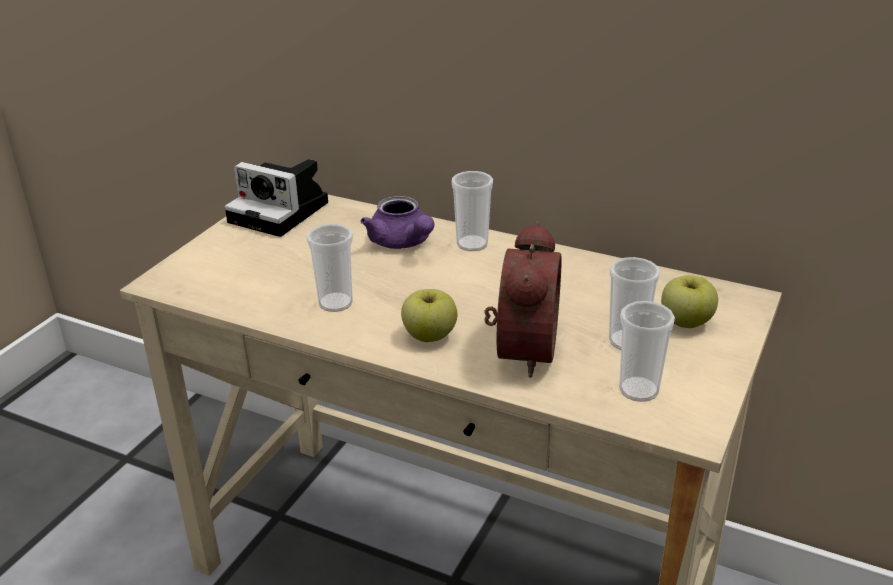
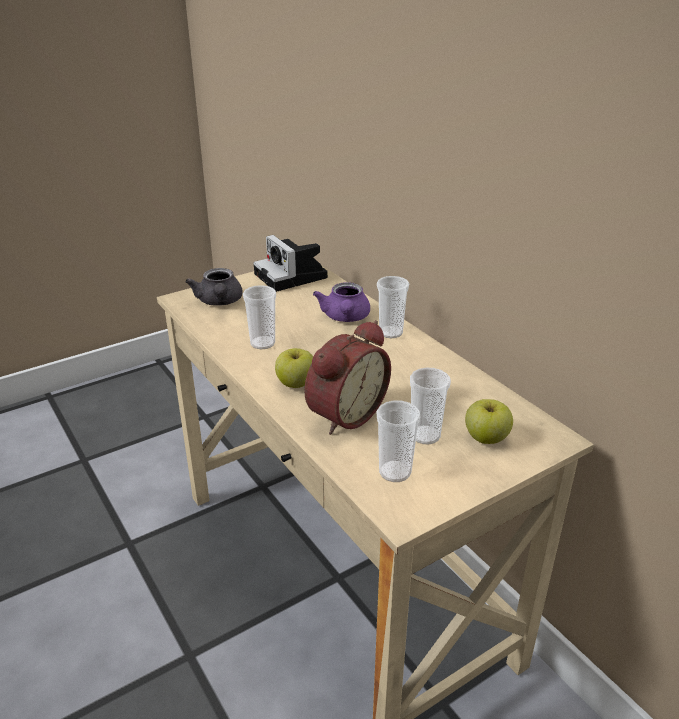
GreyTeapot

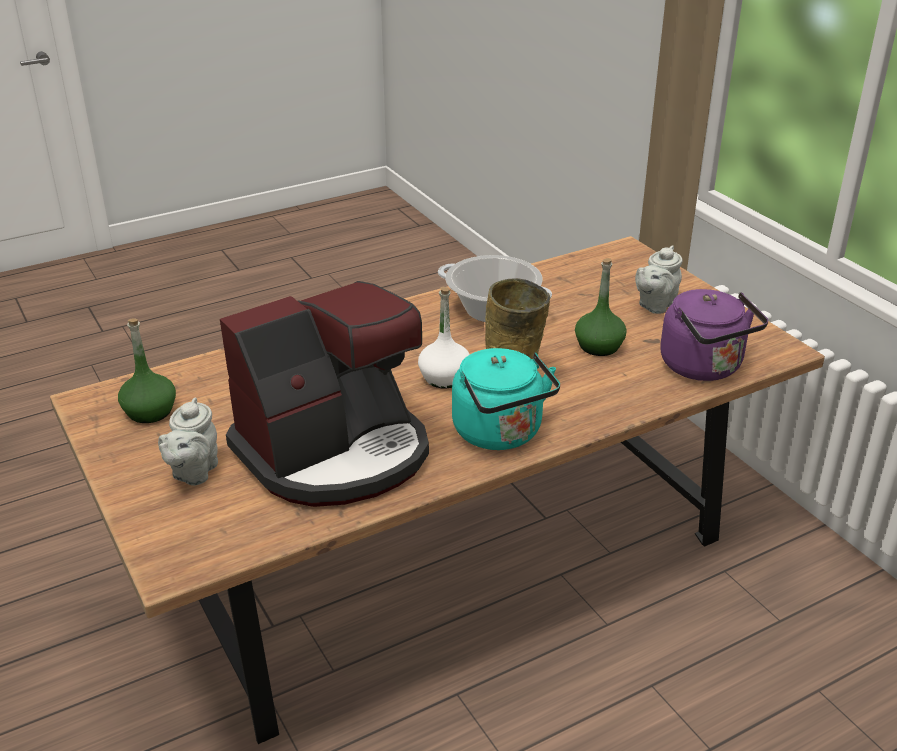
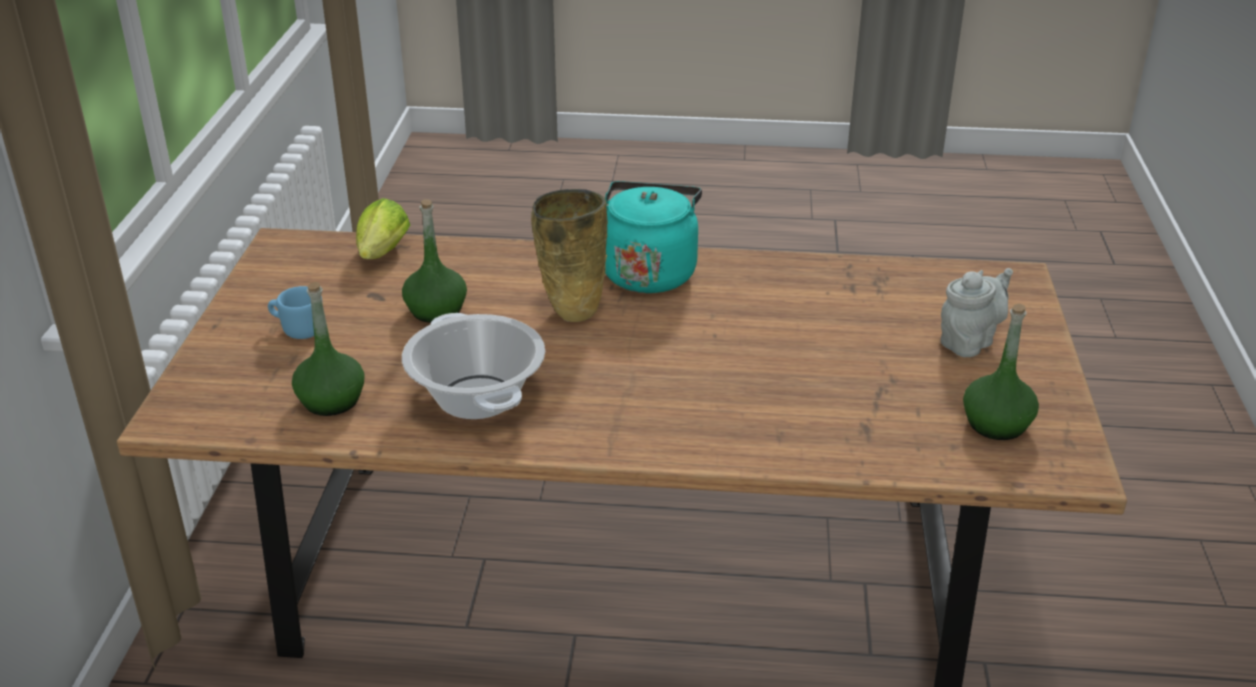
CoffeeMachine
WhiteBottle
GreenBottle (1st from left)
BlueMug
Lettuce

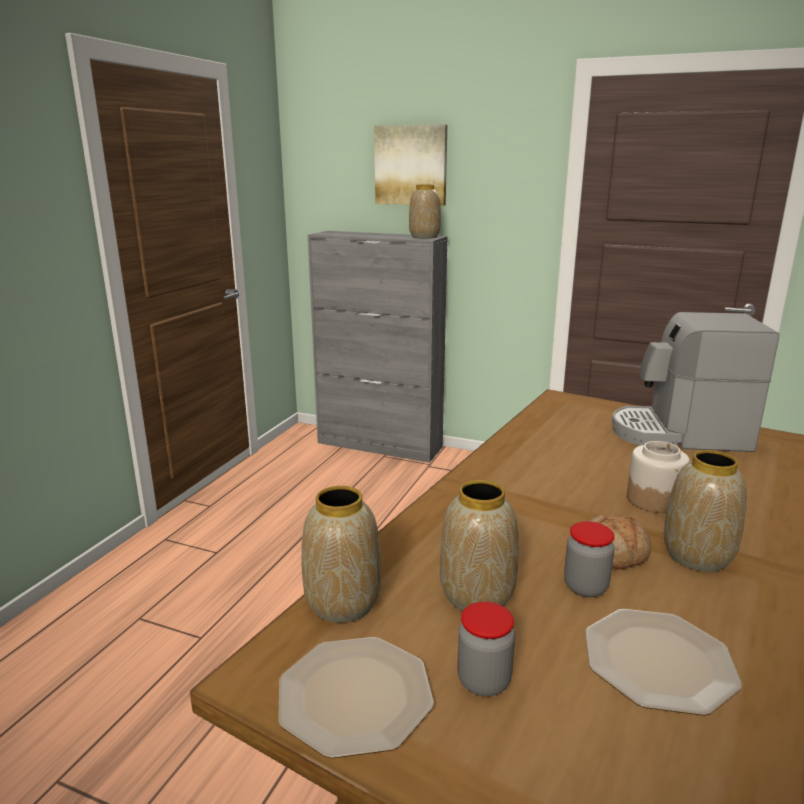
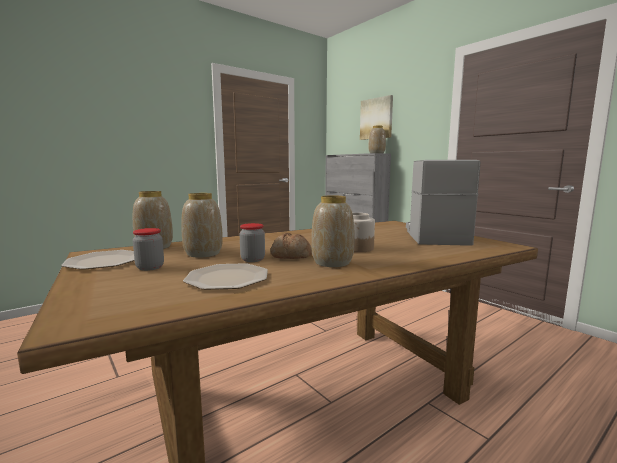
CoffeeMachine

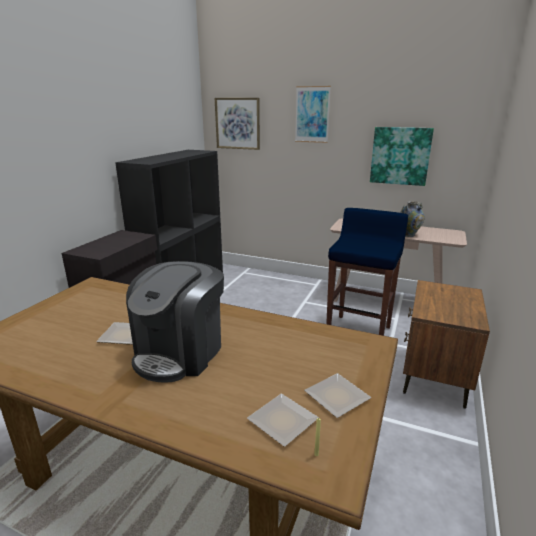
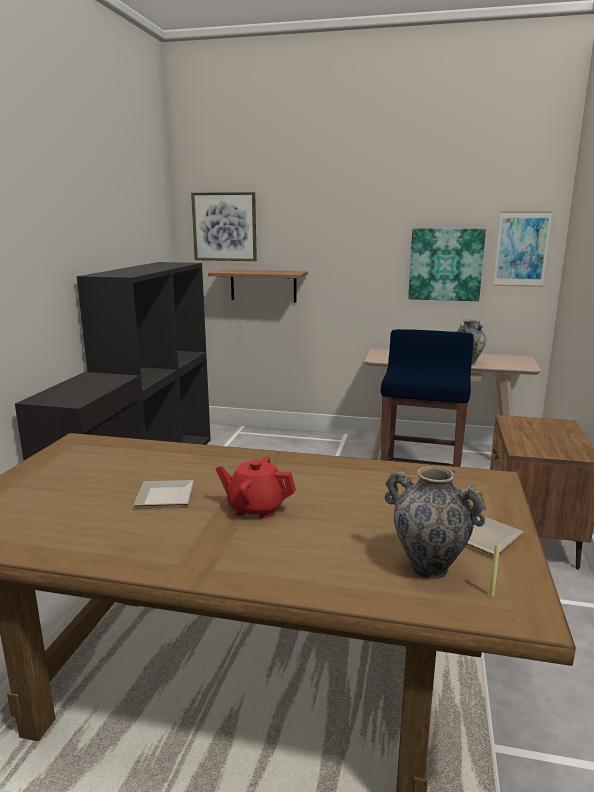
Shelf
Picture (3rd from left)
RedTeapot
Vase (1st from left)

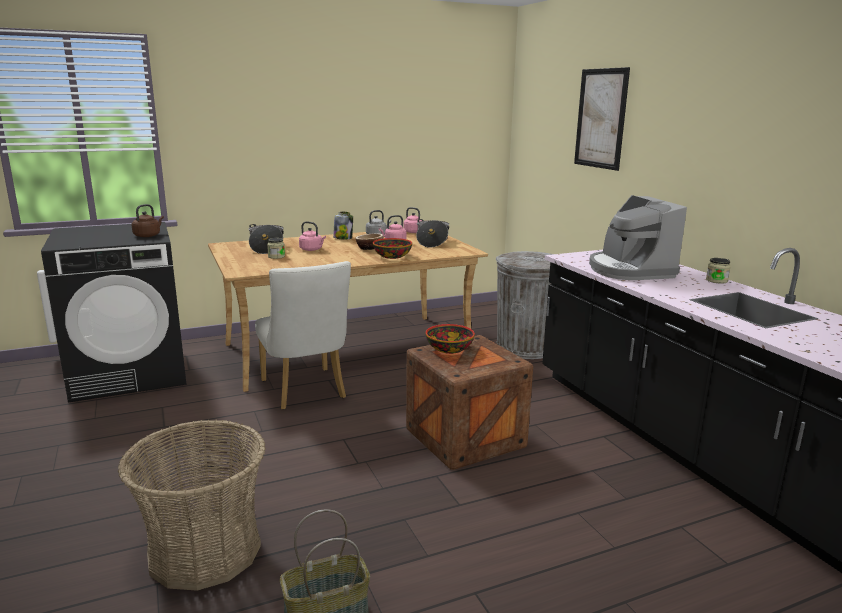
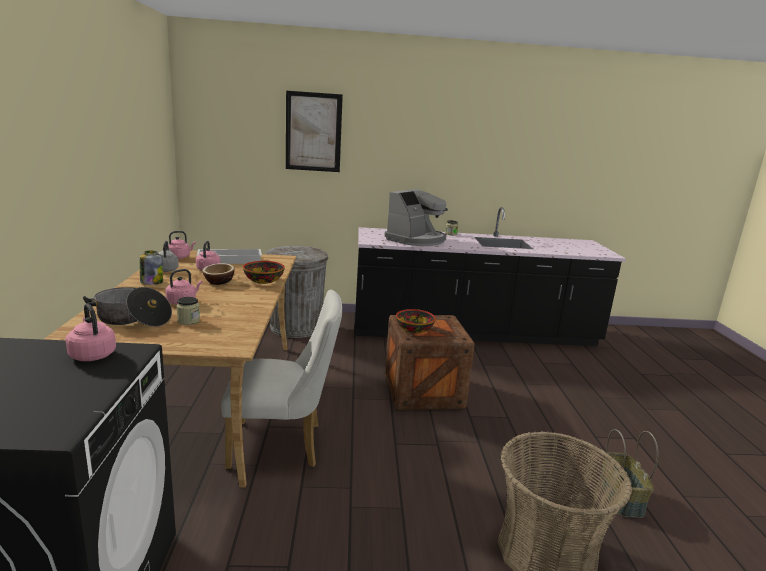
WhiteTray
PinkKettle (1st from left)
CoffeeMachine

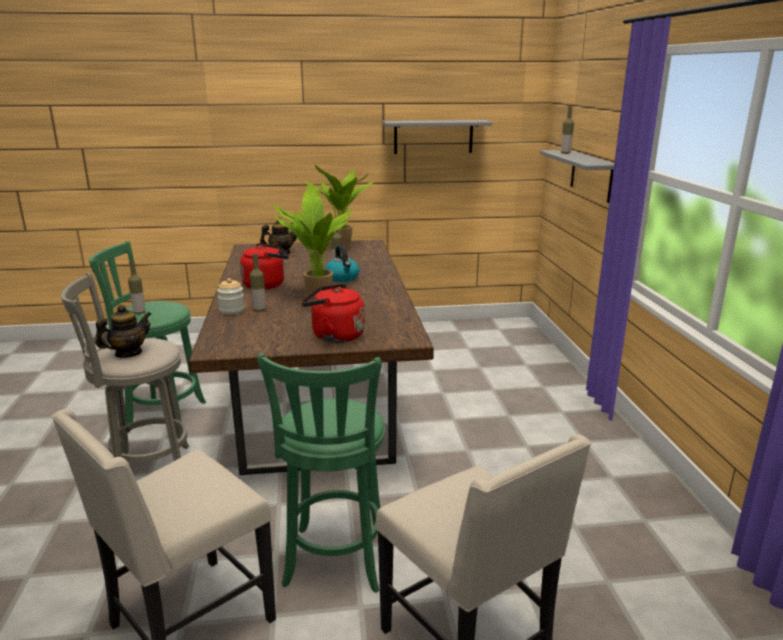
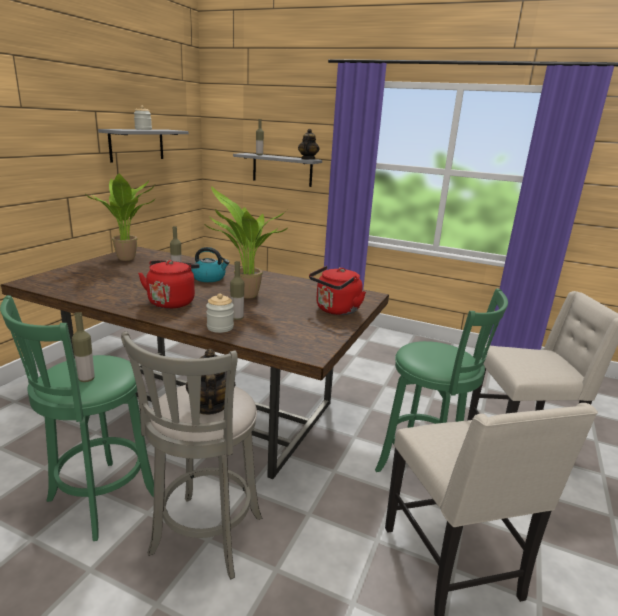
Jar (1st from left)
Teapot (2nd from left)

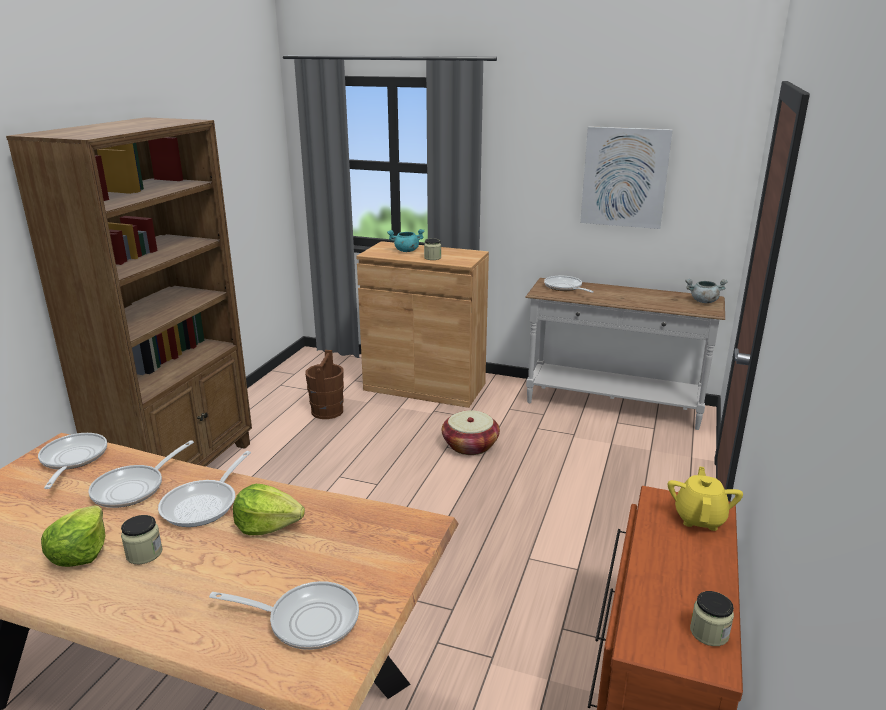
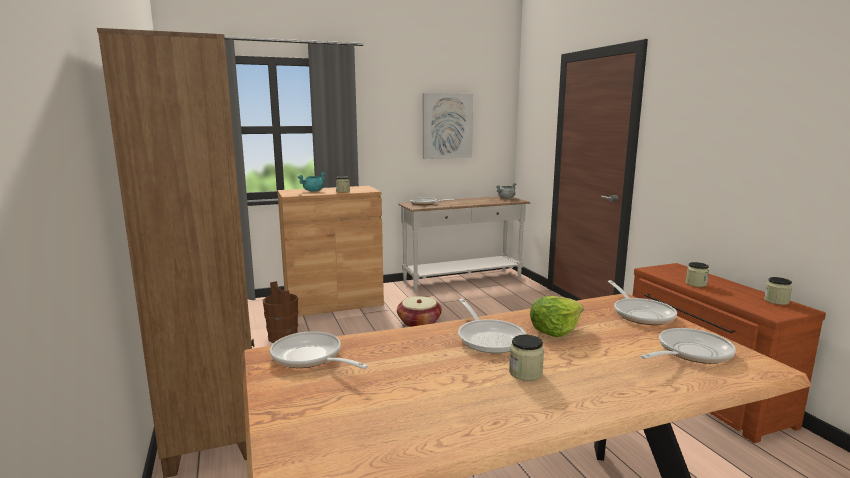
Lettuce (1st from left in the first image)
YellowTeapot
Jar (3rd from left)
FryingPan (4th from left)

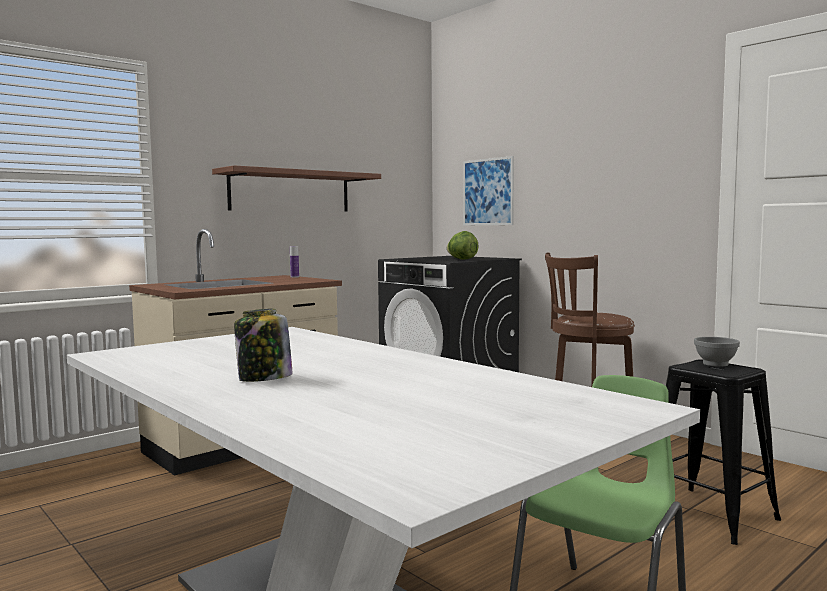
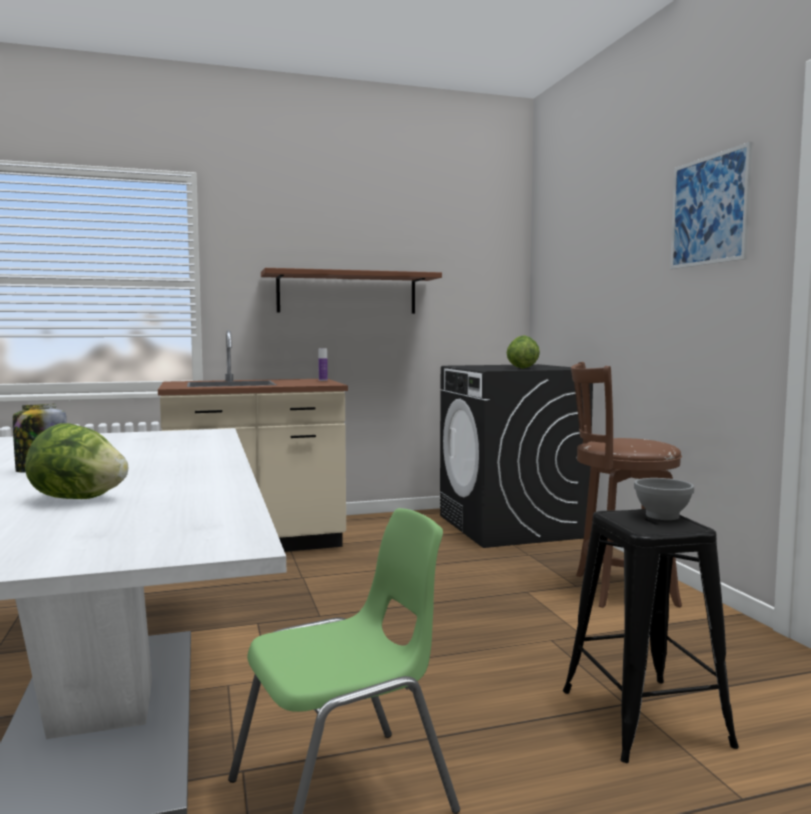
Lettuce (1st from left)
Picture

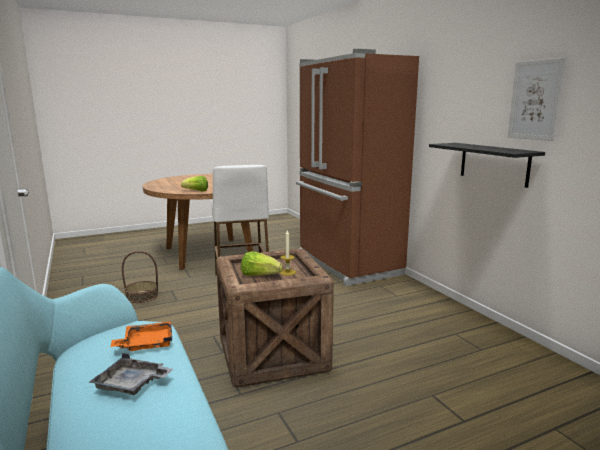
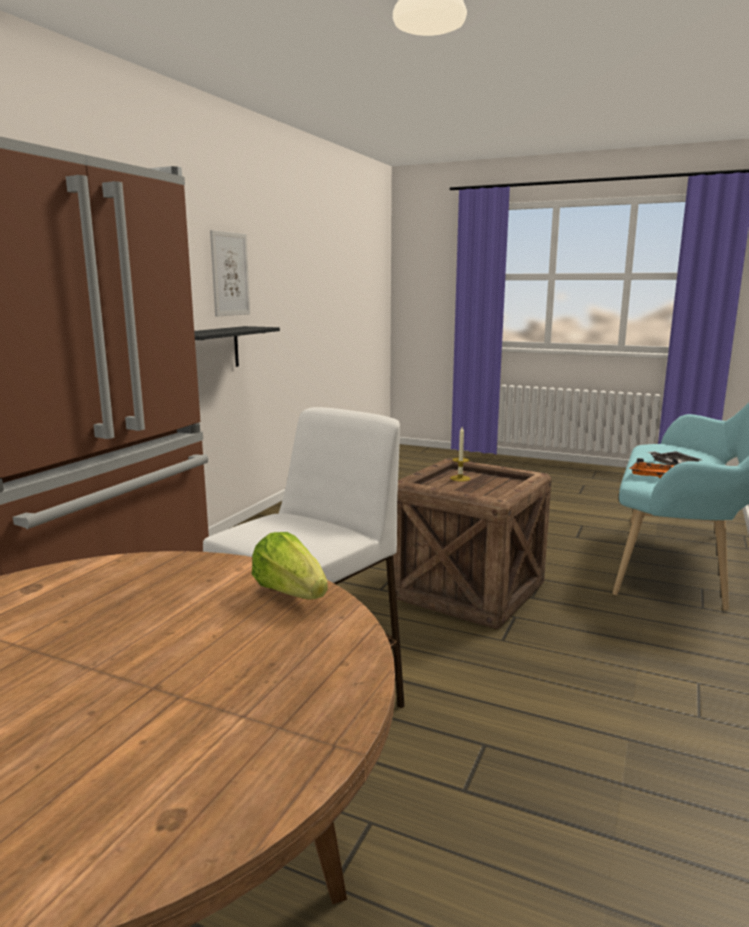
Basket
Lettuce (2nd from left in the first image)

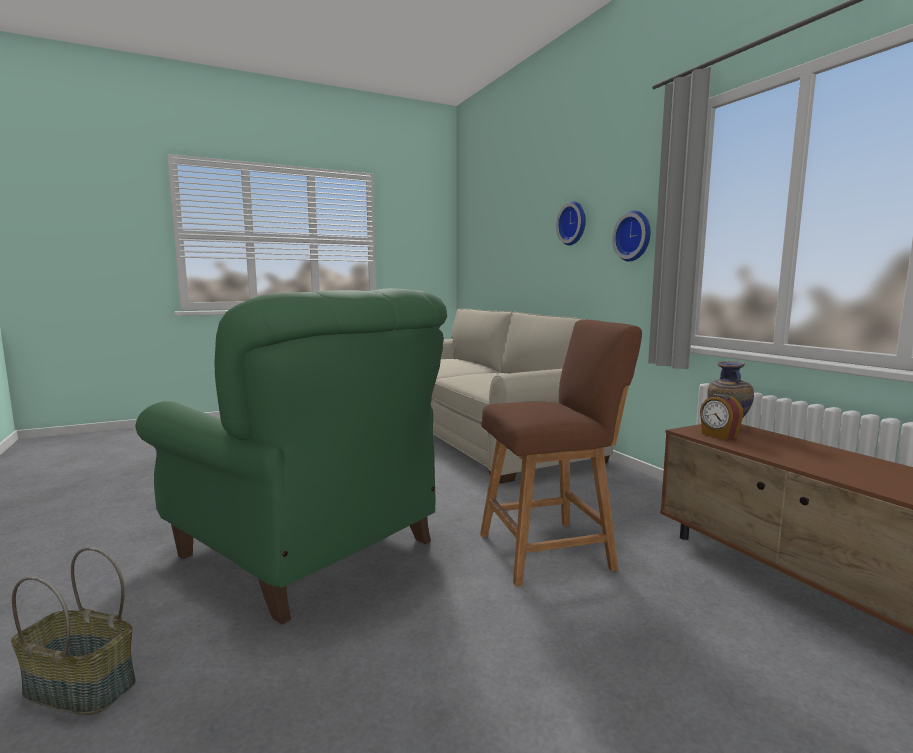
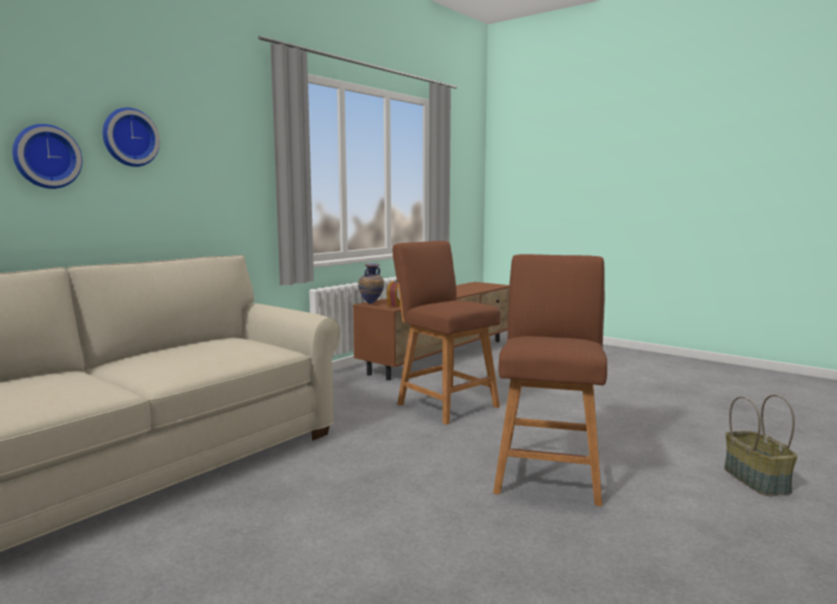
WallClock (1st from left)
BrownStool (2nd from left)

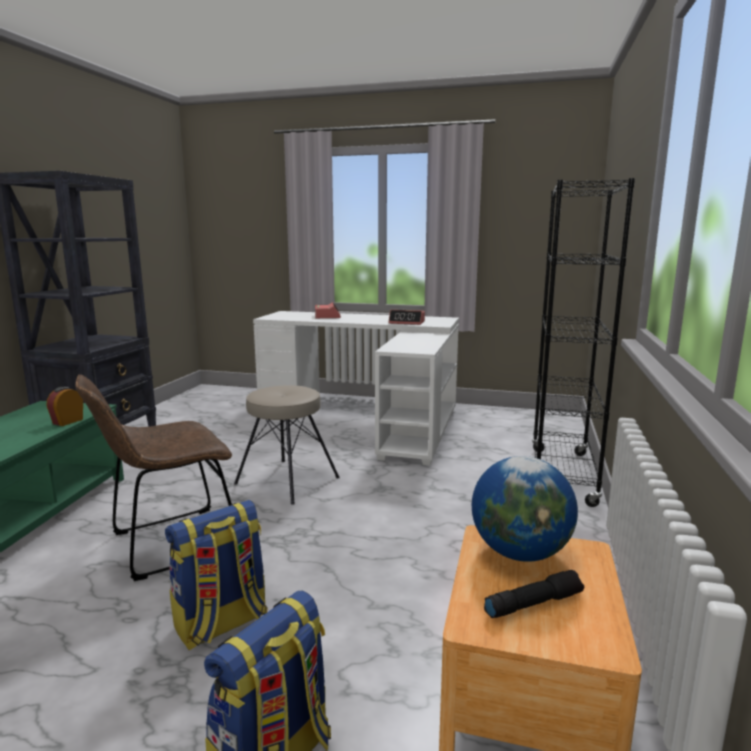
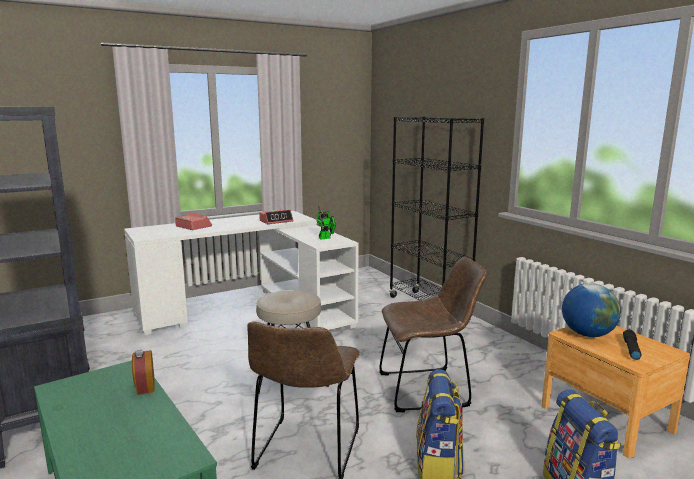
ToyRobot
BrownChair (2nd from left)

